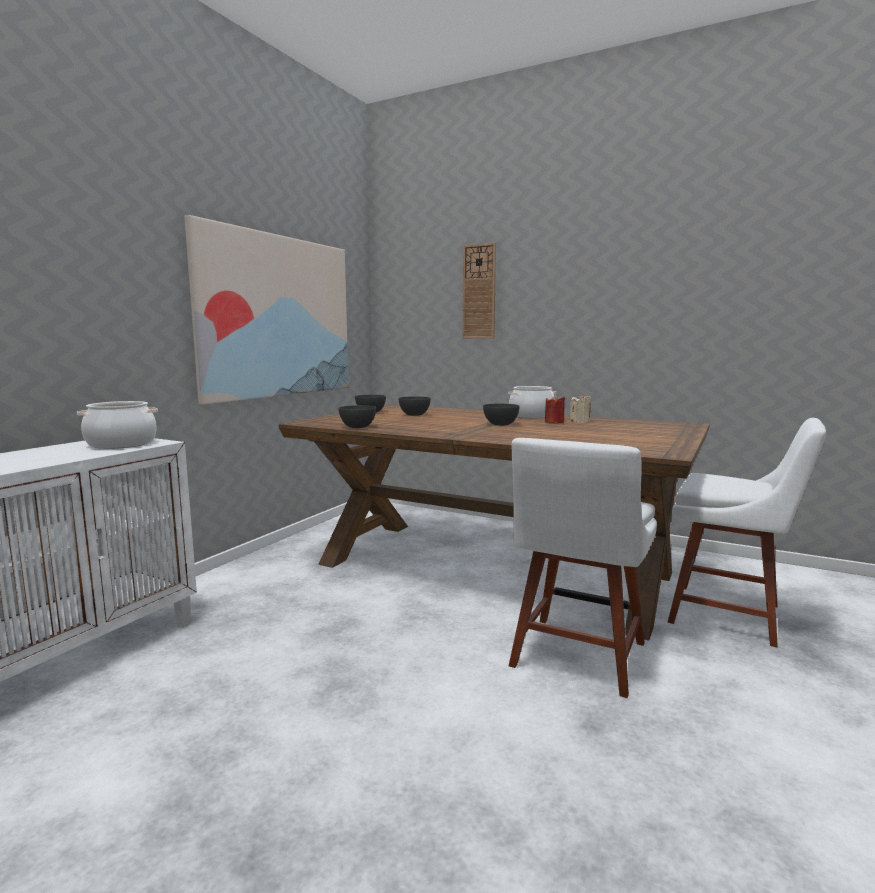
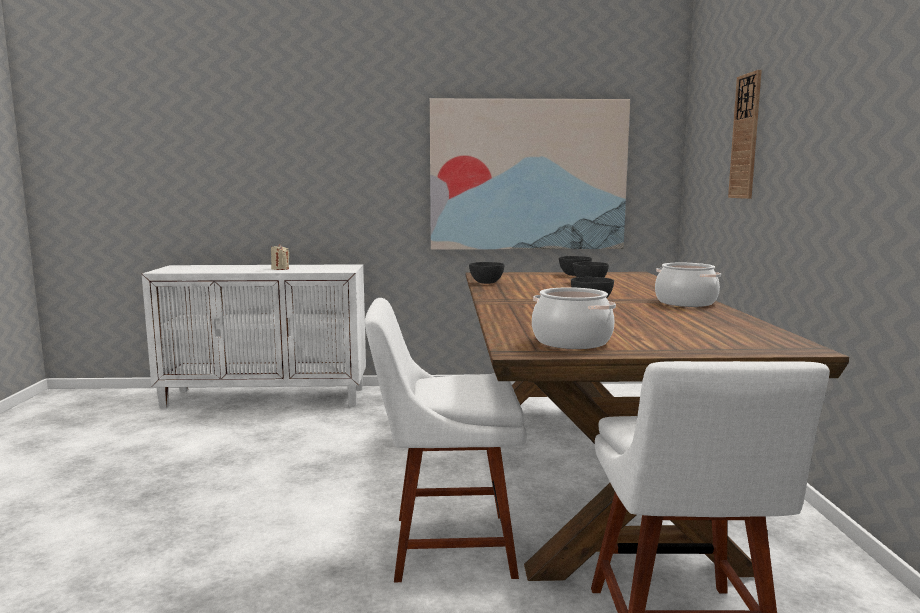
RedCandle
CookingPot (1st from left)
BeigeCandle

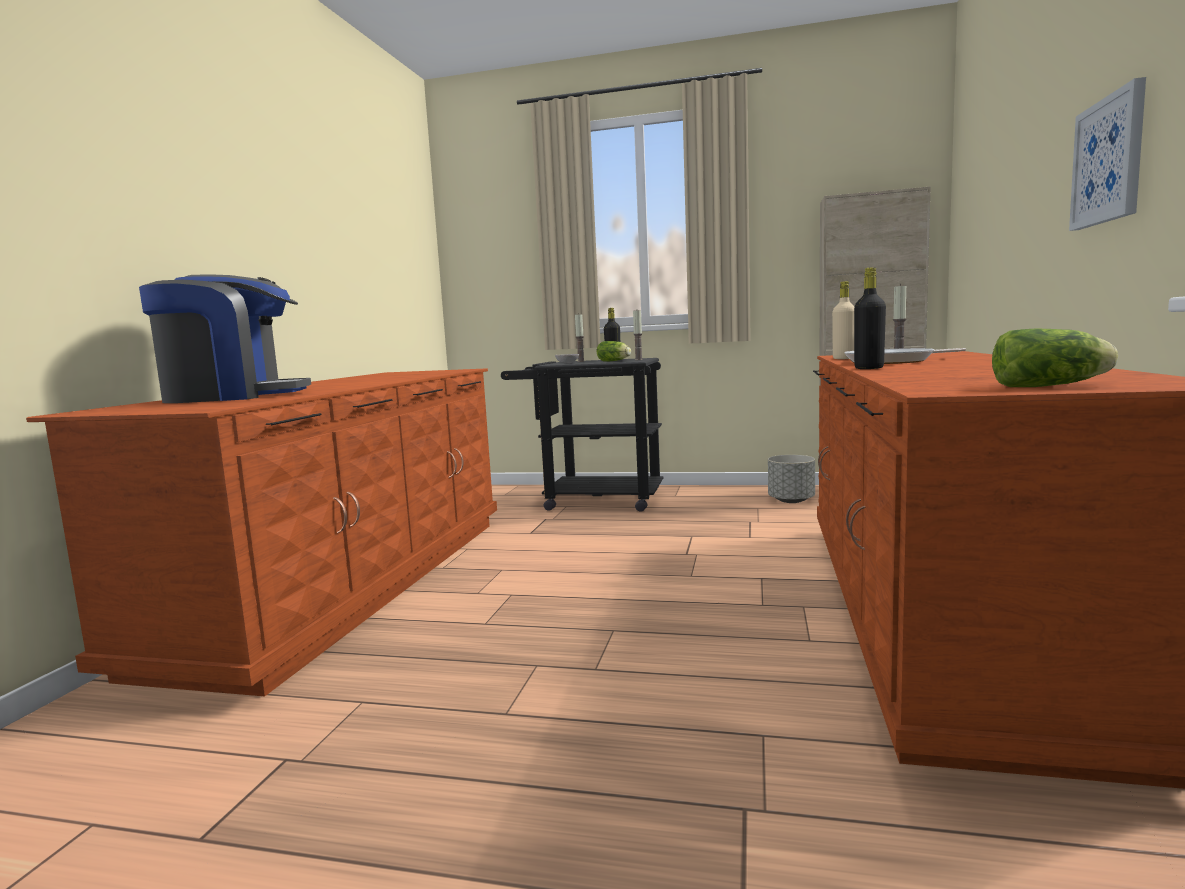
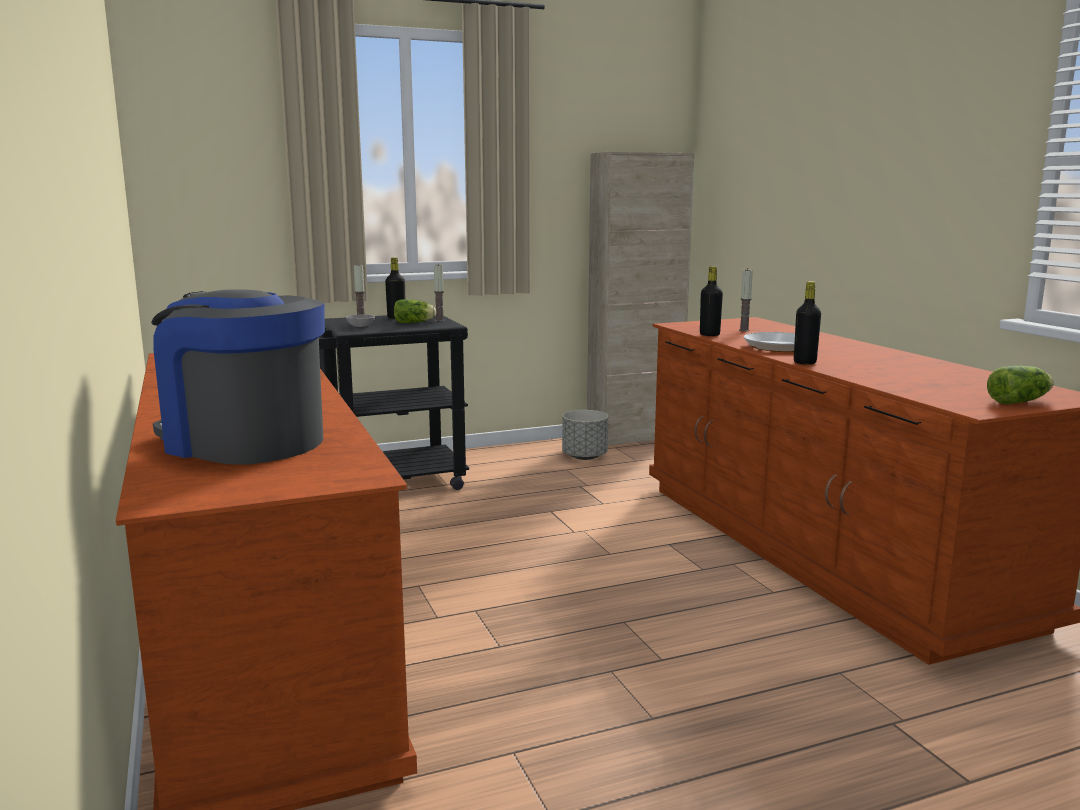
Picture
BlackBottle (2nd from left)
CoffeeMachine

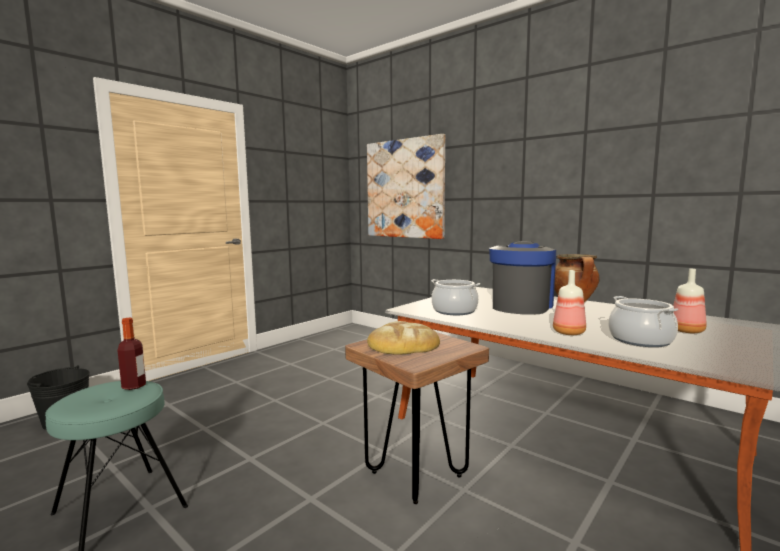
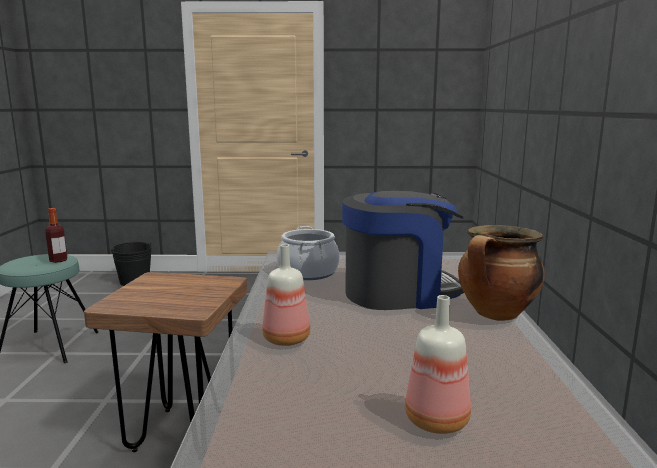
Picture
Bread
CookingPot (3rd from left in the first image)

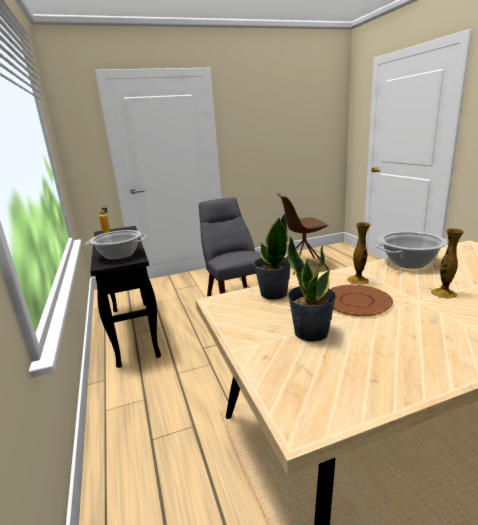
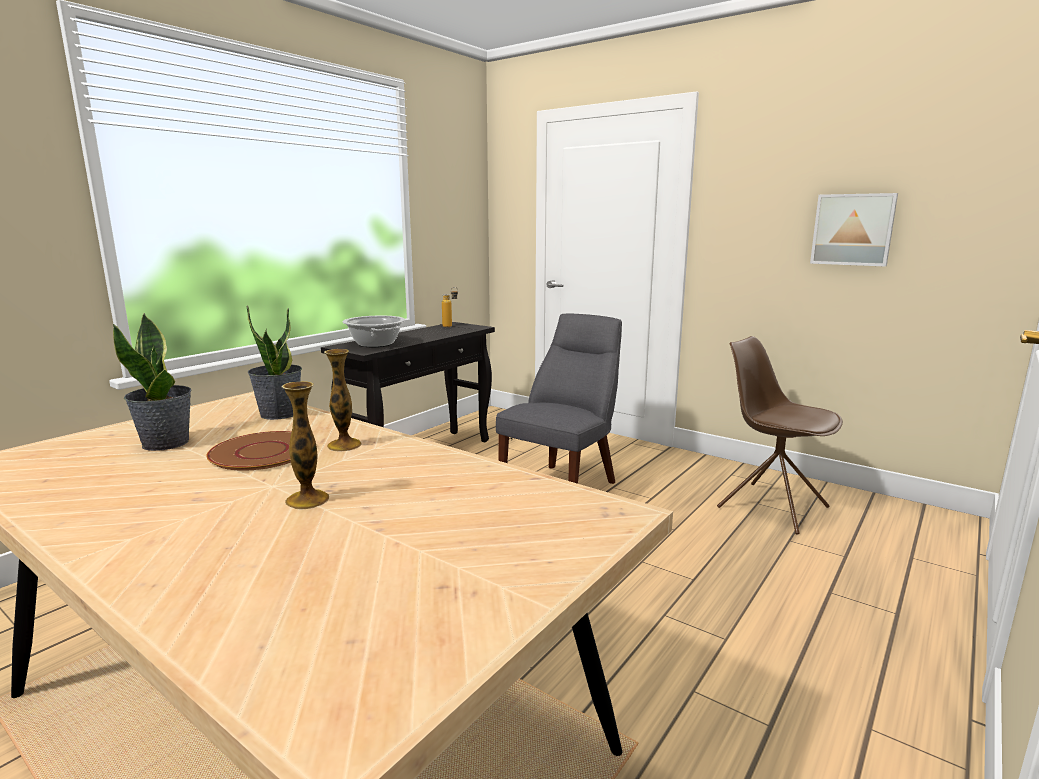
CookingPot (2nd from left in the first image)
Picture

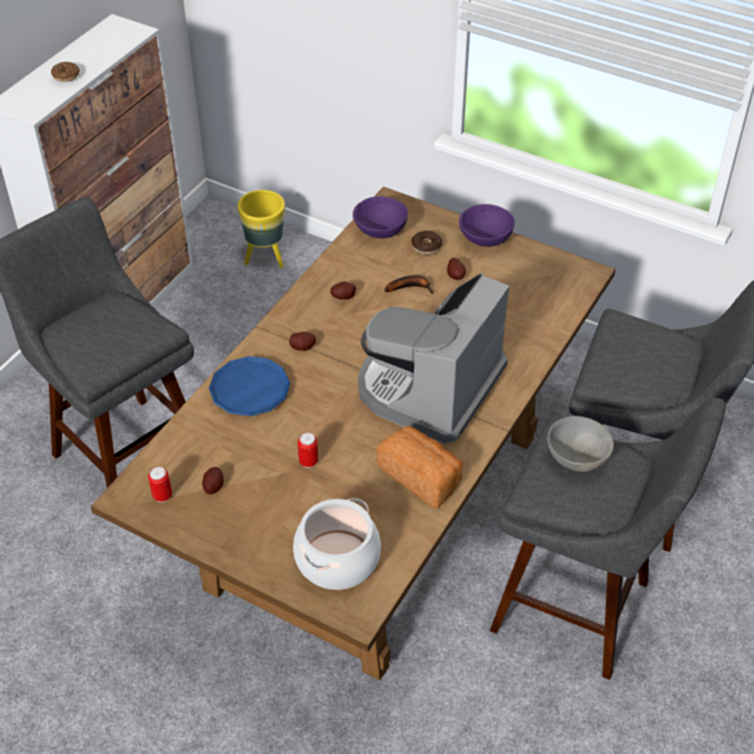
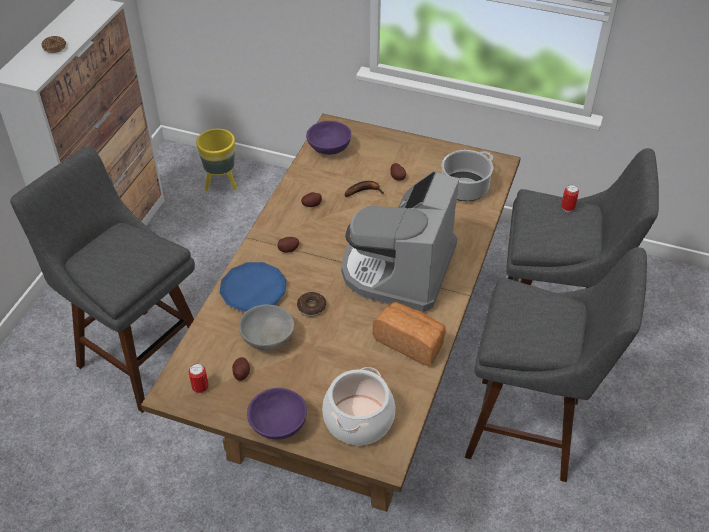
CookingPot (2nd from left)
Can (2nd from left)
Donut (2nd from left)
PurpleBowl (1st from left)
GreyBowl

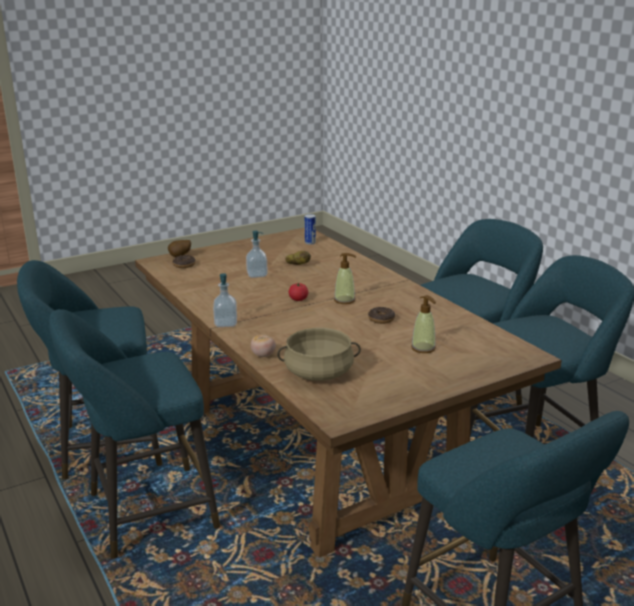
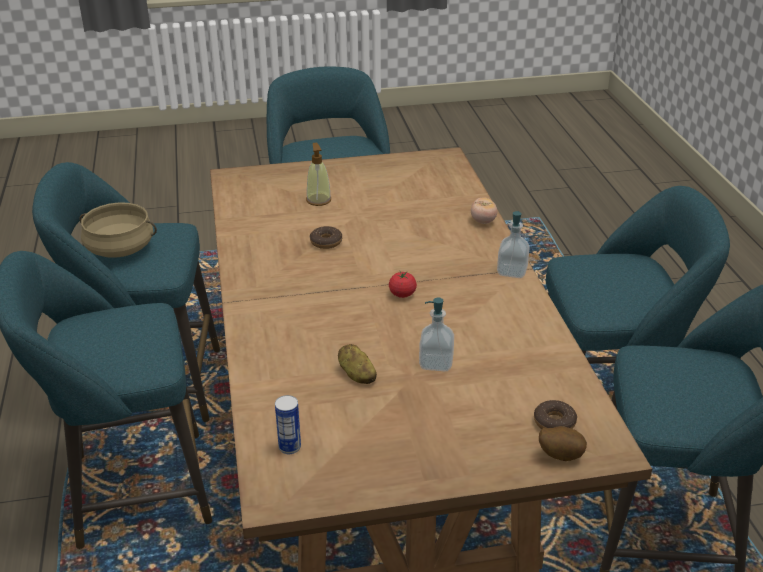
SoapDispenser (3rd from left in the first image)
BeigeCookingPot

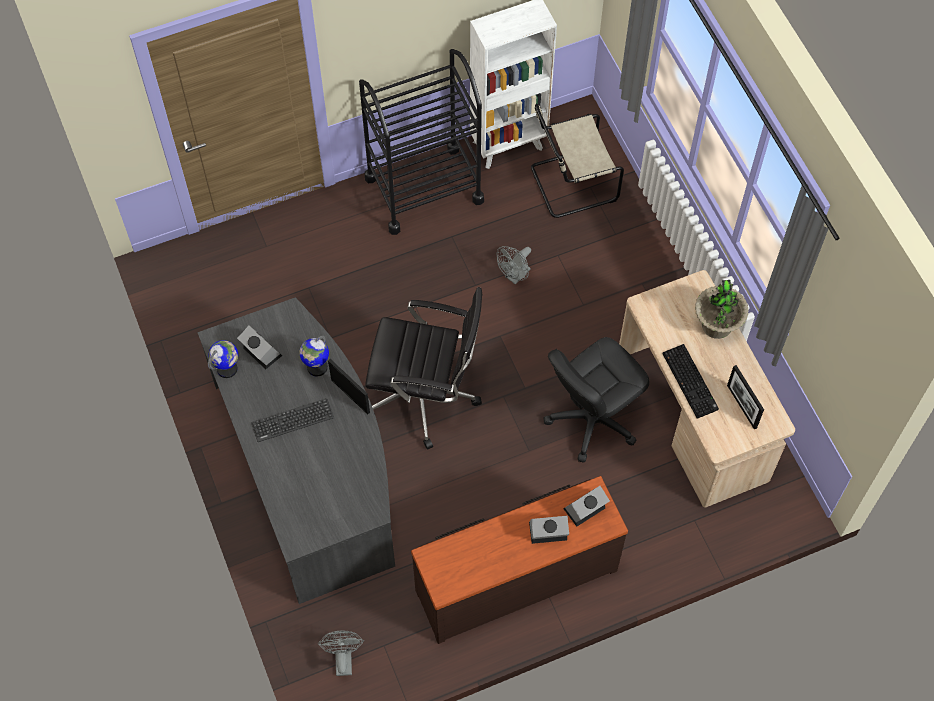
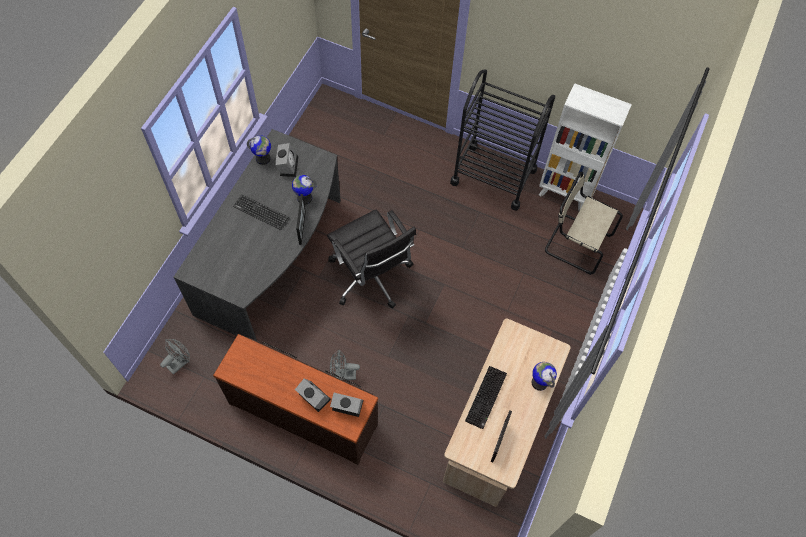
BlackOfficeChair (2nd from left in the first image)
GreyFan (2nd from left)
Globe (3rd from left)

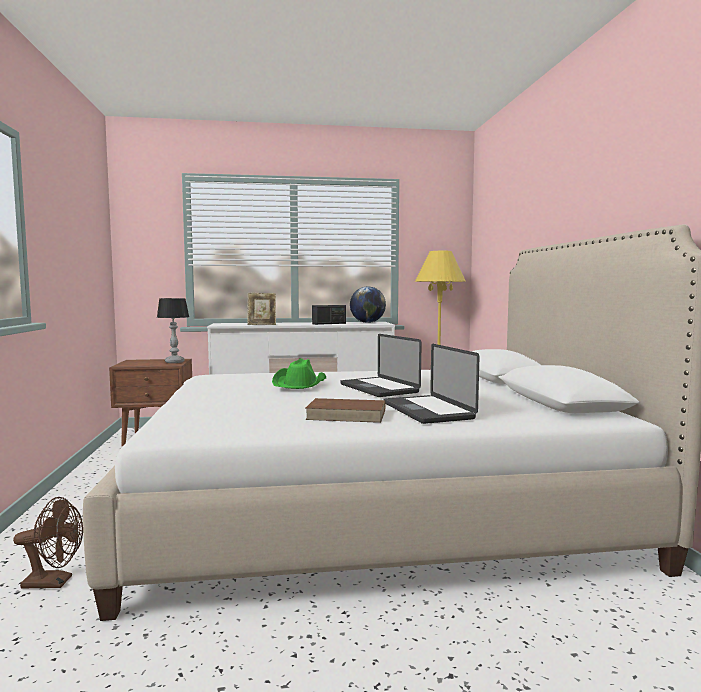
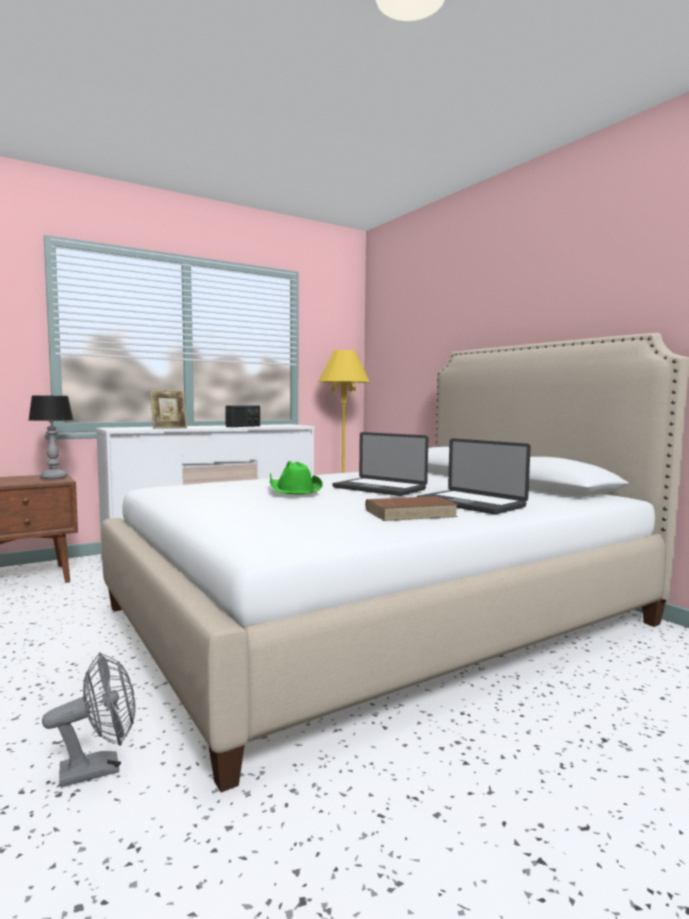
Globe
GreyFan

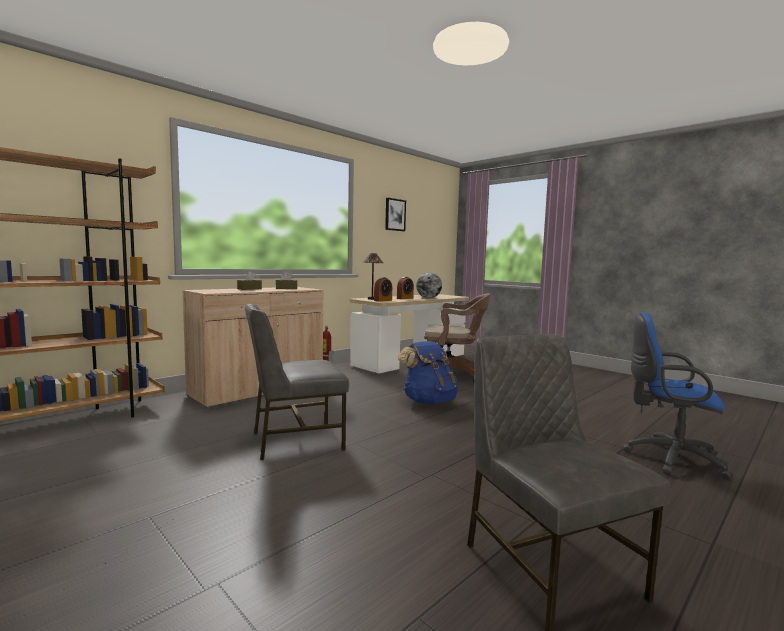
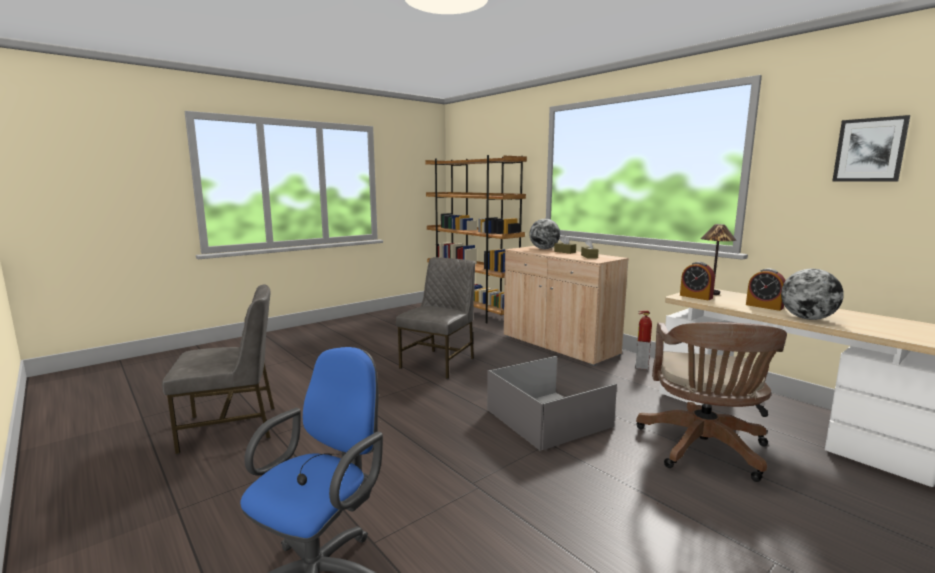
Globe (1st from left)
GreyStorageBox
GreyChair (2nd from left)

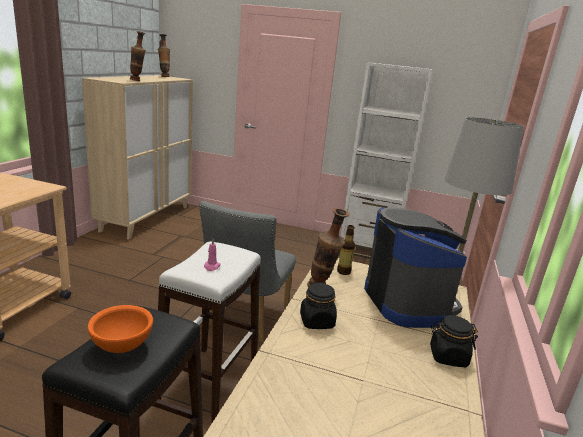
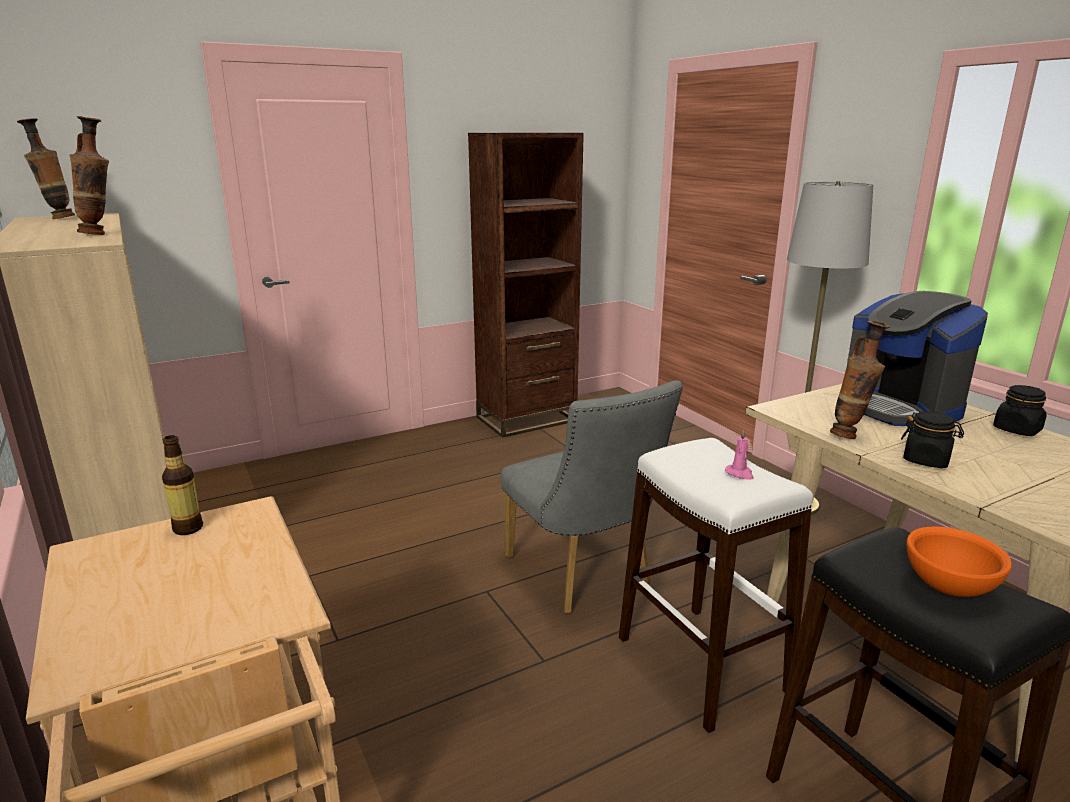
Bottle
BrownBookcase
CoffeeMachine

